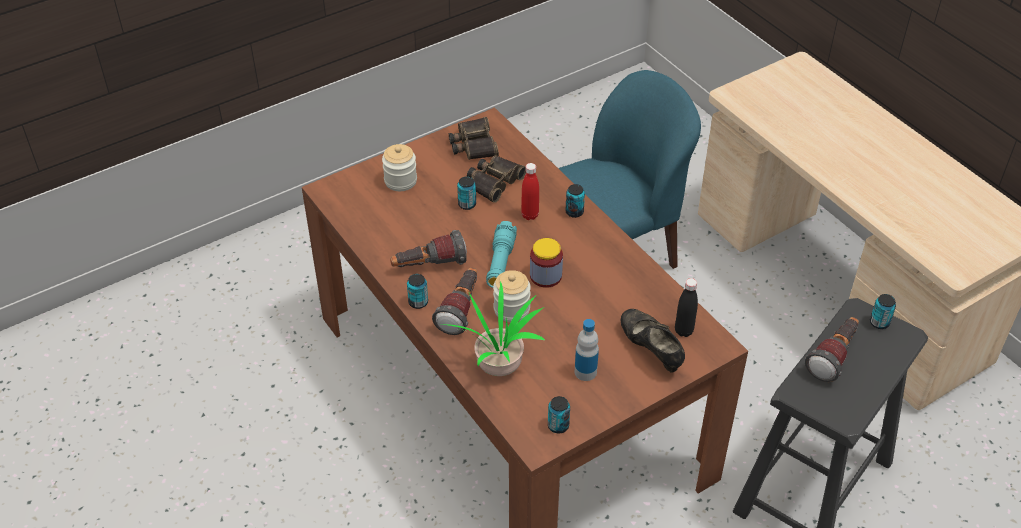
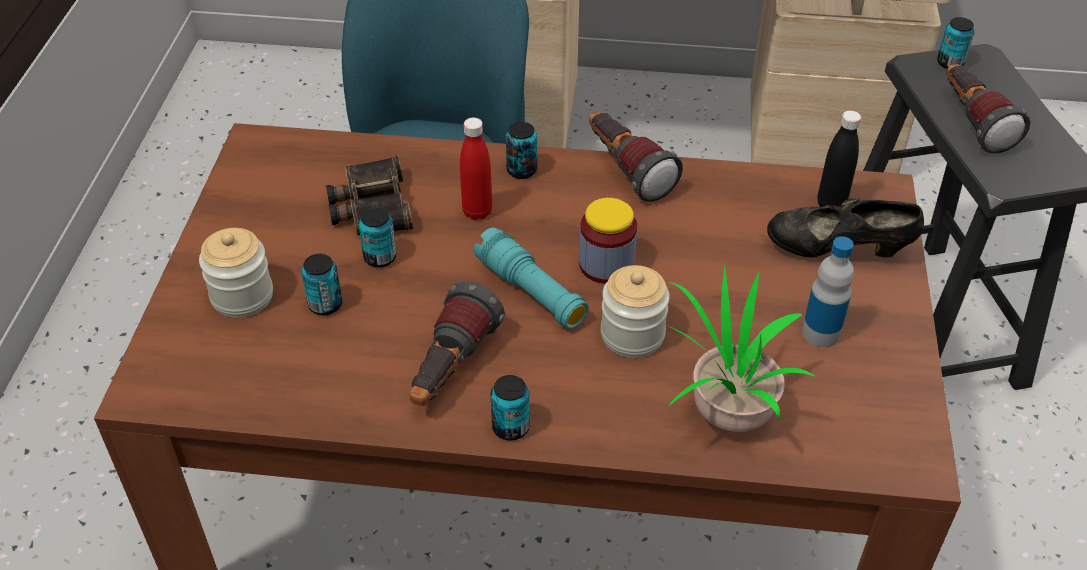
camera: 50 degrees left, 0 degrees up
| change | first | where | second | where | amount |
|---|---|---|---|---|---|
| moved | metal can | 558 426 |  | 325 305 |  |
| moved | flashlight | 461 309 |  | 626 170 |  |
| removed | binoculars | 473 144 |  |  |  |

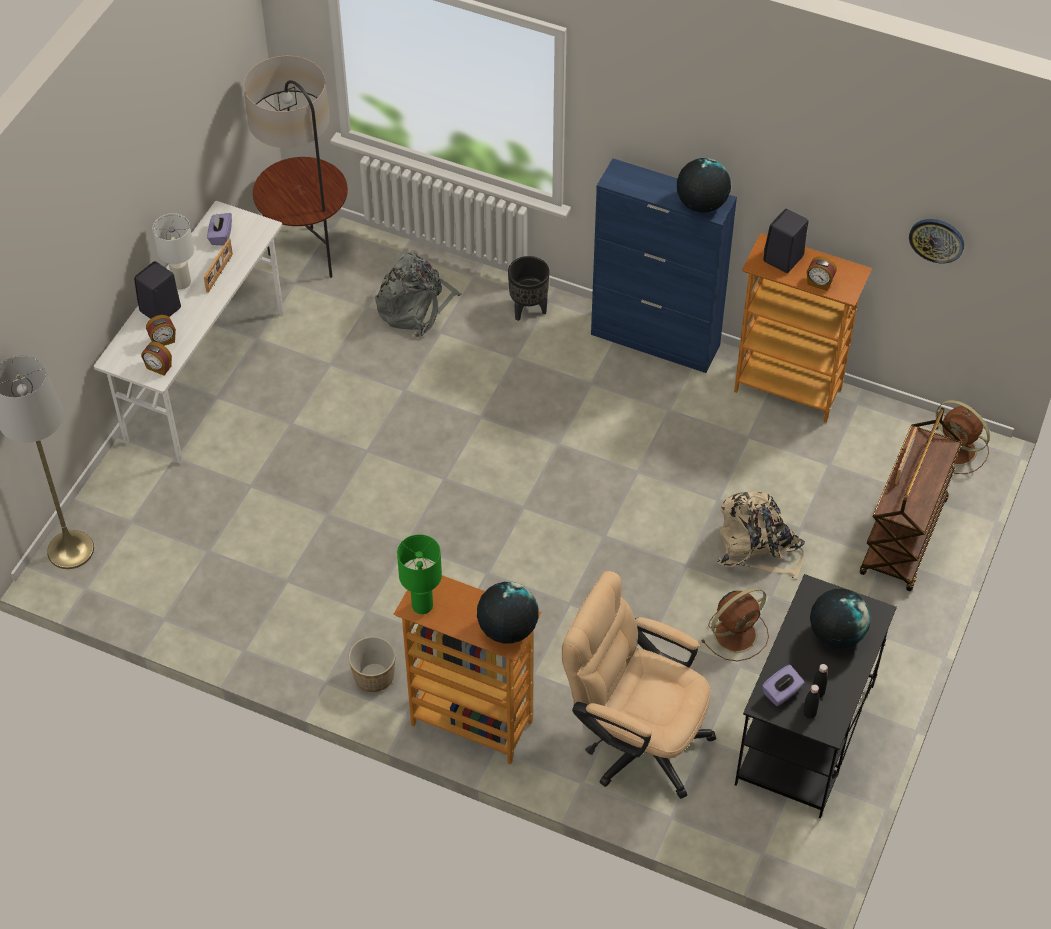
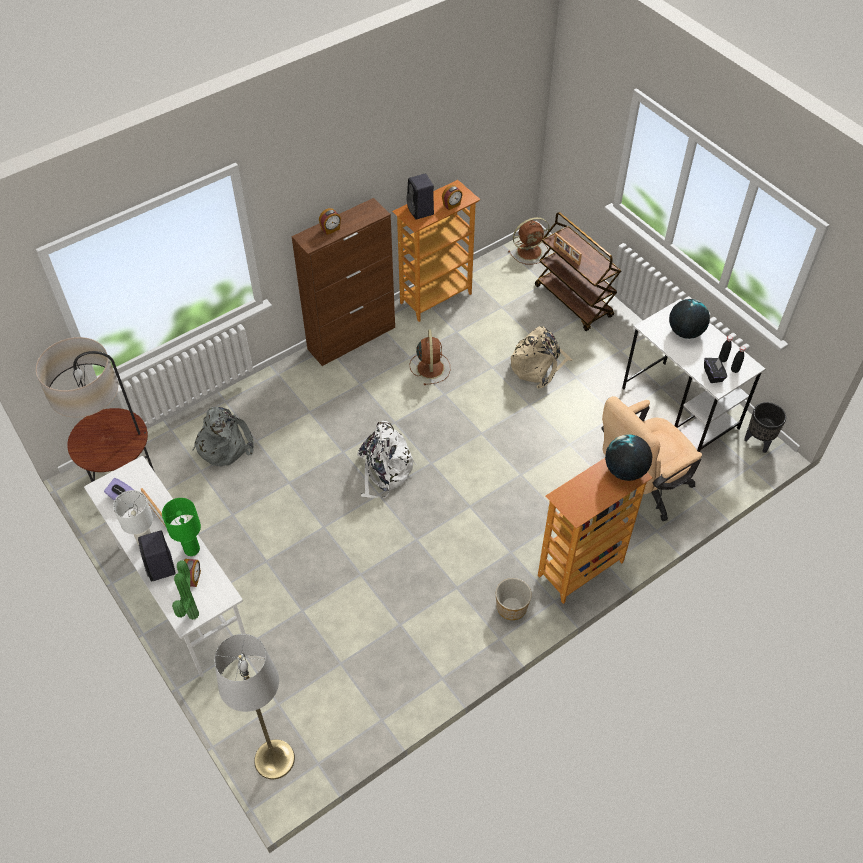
camera: 60 degrees left, 0 degrees up
| change | first | where | second | where | amount |
|---|---|---|---|---|---|
| moved | table lamp in greenish | 421 605 |  | 191 550 |  |
| added |  |  | potted plant | 191 614 |  |
| recoloured | storage cabinet in bluish | 656 340 | storage cabinet in brown-coloured | 352 338 |  |
| moved | bedside clock | 158 368 |  | 331 229 |  |
| added |  |  | knapsack in white-coloured | 384 471 |  |
| moved | cooling fan in brown-coloured | 737 633 |  | 430 367 |  |
| recoloured | desk in black-coloured | 805 735 | desk in white-coloured | 680 408 |  |
| recoloured | tissue box in purplish | 781 693 | tissue box in black-coloured | 713 375 |  |
| moved | plant pot in black-coloured | 528 309 |  | 758 441 |  |
| removed | desk globe | 701 204 |  |  |  |
| removed | wall clock | 937 239 |  |  |  |

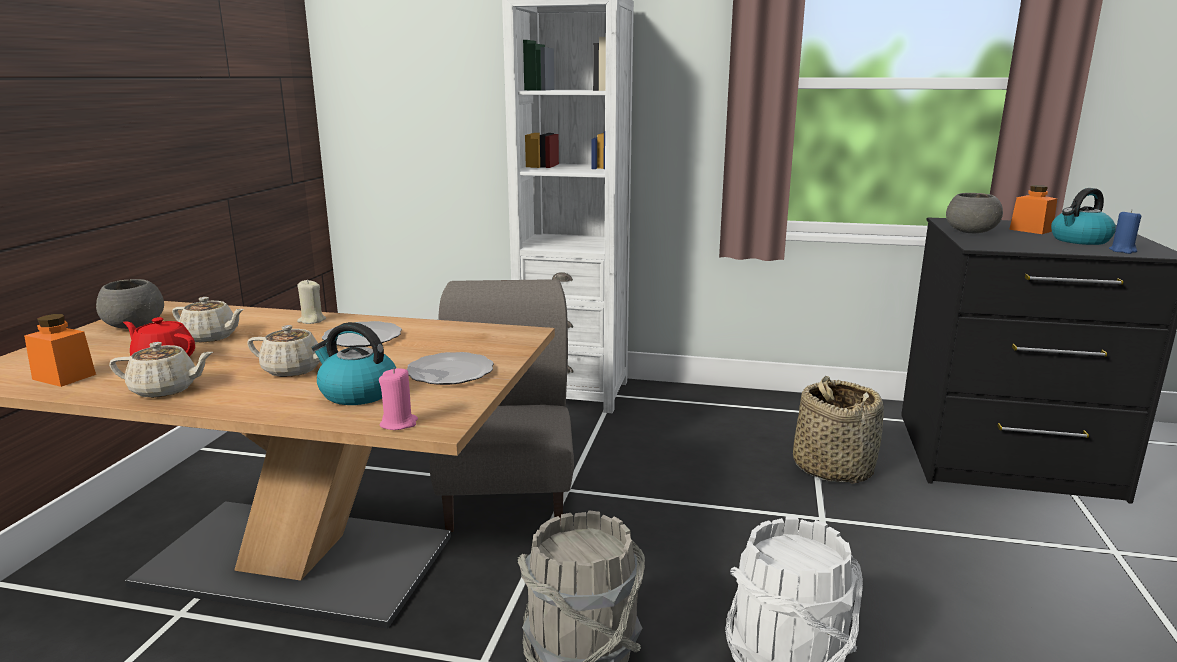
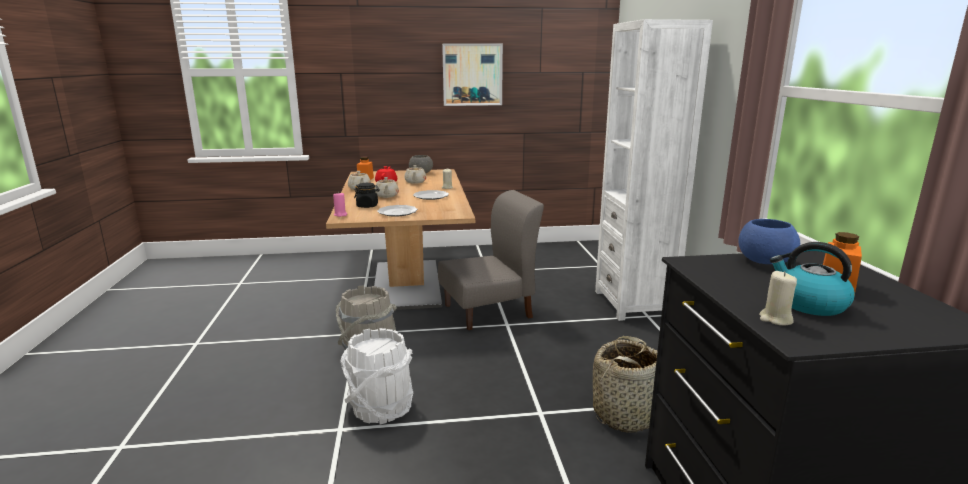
camera: 70 degrees right, 0 degrees up
| change | first | where | second | where | amount |
|---|---|---|---|---|---|
| replaced | kettle | 357 393 | storage jar in black-coloured | 367 206 |  |
| added |  |  | wall art | 472 74 |  |
| recoloured | bowl in greyish | 969 232 | bowl in bluish | 764 261 |  |
| recoloured | wax light in bluish | 1122 251 | wax light in beige | 775 319 |  |

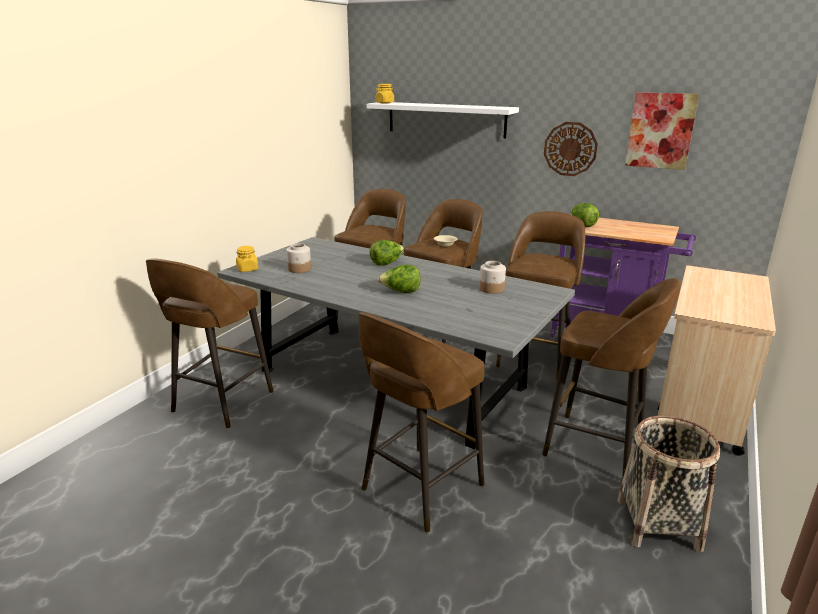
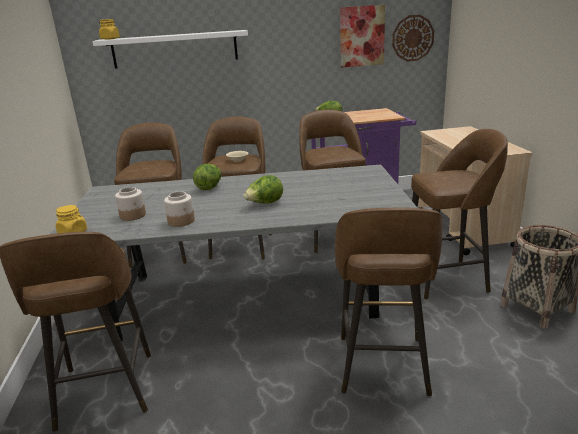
camera: 35 degrees left, 0 degrees up
| change | first | where | second | where | amount |
|---|---|---|---|---|---|
| moved | storage jar | 492 289 |  | 181 221 |  |
| moved | wall clock | 570 149 |  | 412 38 |  |

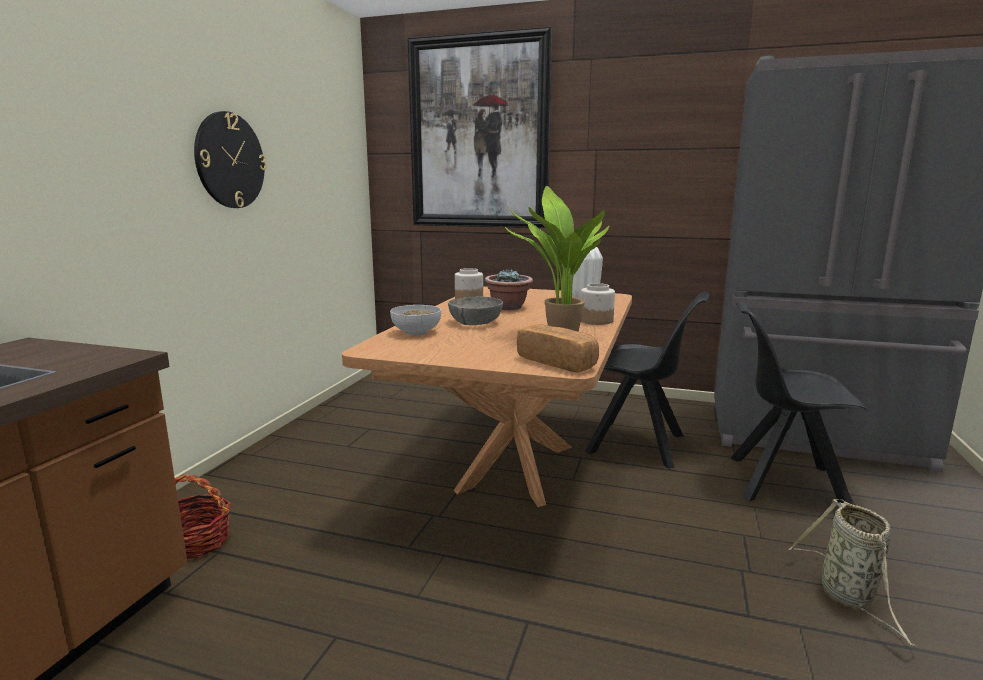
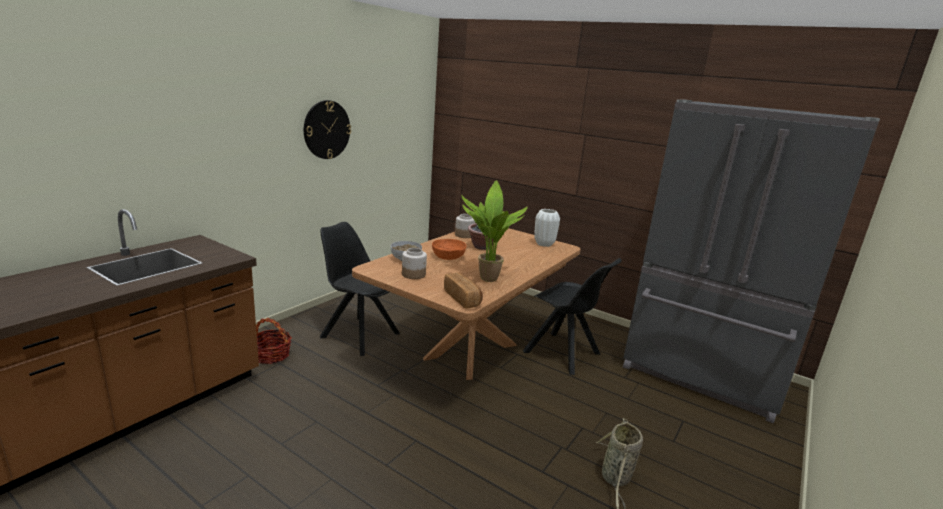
camera: 15 degrees right, 5 degrees up
| change | first | where | second | where | amount |
|---|---|---|---|---|---|
| moved | plain chair in black-coloured | 782 483 |  | 358 334 |  |
| moved | storage jar | 596 321 |  | 414 274 |  |
| recoloured | bowl in greyish | 475 322 | bowl in orangey | 448 257 |  |
| removed | wall art | 479 134 |  |  |  |

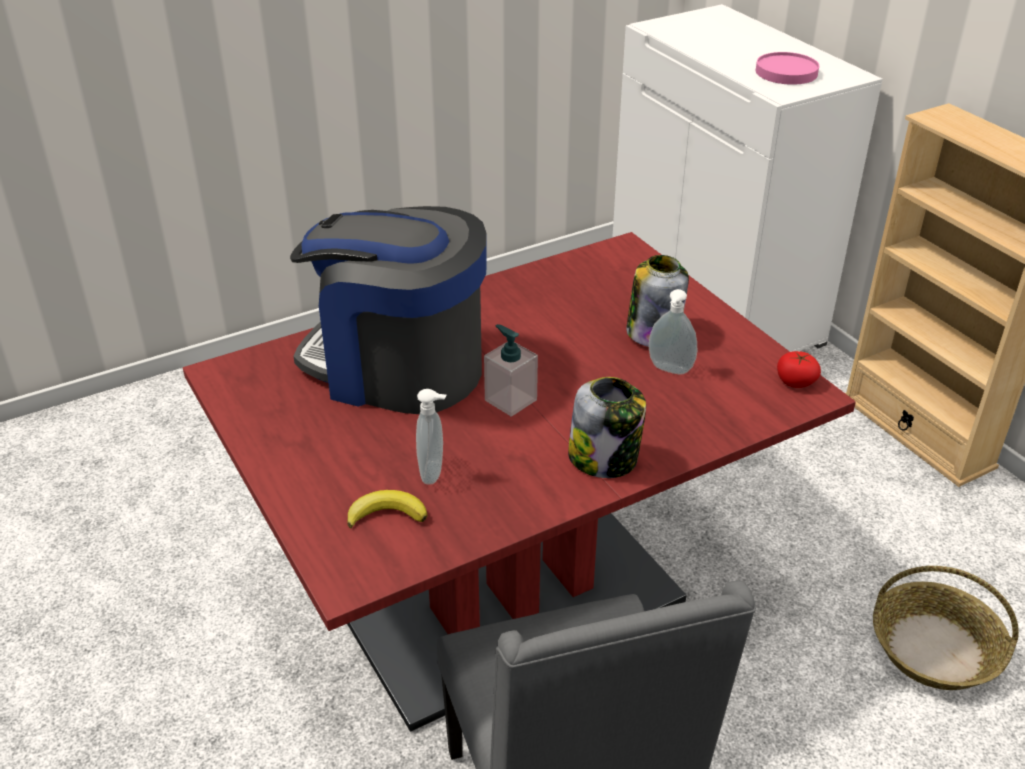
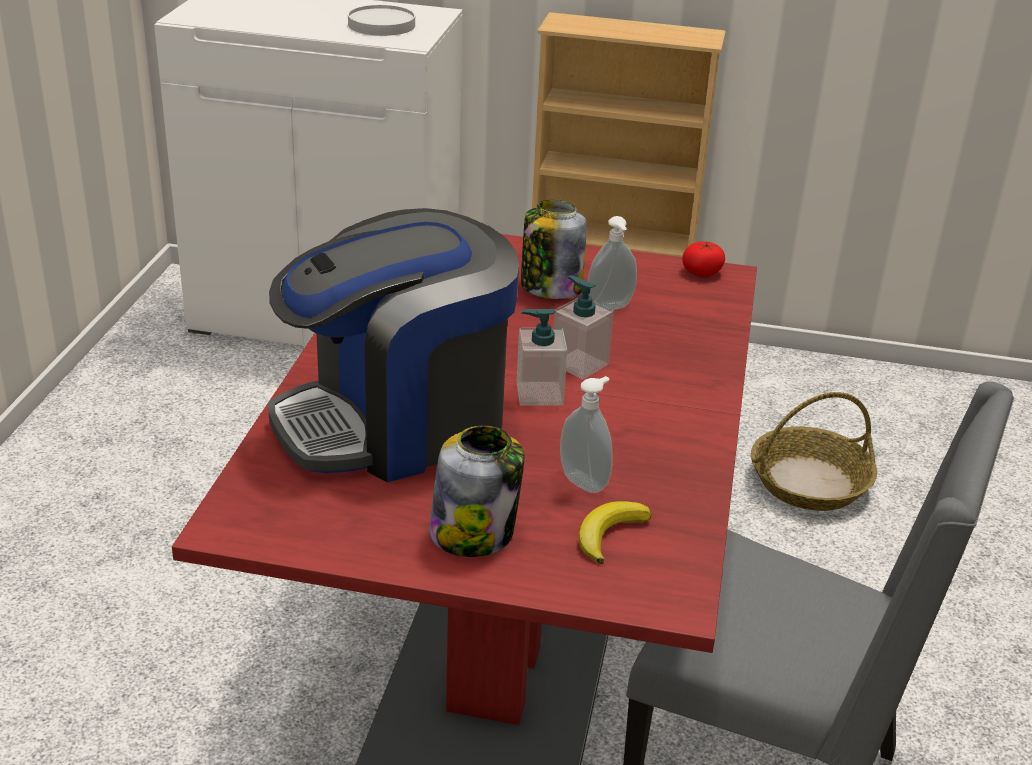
camera: 50 degrees left, 5 degrees down
| change | first | where | second | where | amount |
|---|---|---|---|---|---|
| recoloured | dinner plate in pink-coloured | 786 72 | dinner plate in white-coloured | 381 25 |  |
| moved | storage jar | 604 458 |  | 474 533 |  |
| added |  |  | soap dispenser | 579 364 |  |

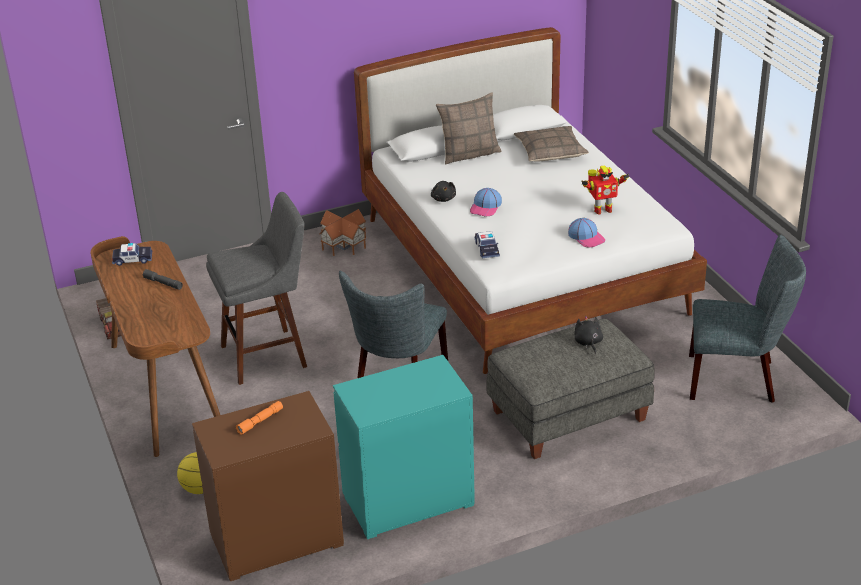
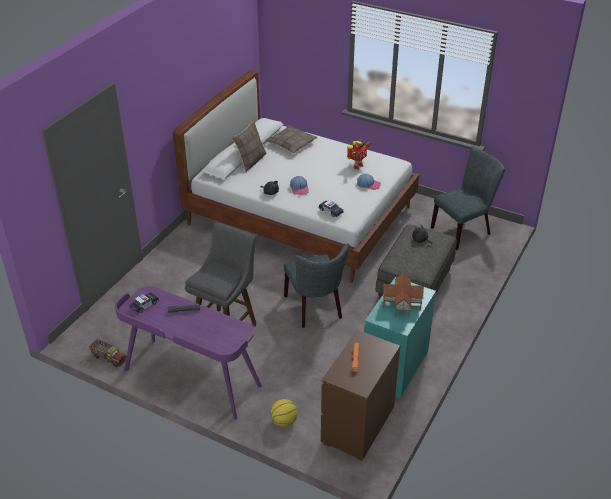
camera: 40 degrees left, 5 degrees up
| change | first | where | second | where | amount |
|---|---|---|---|---|---|
| recoloured | desk in brown-coloured | 164 389 | desk in purplish | 191 378 |  |
| moved | model house | 344 243 |  | 401 303 |  |

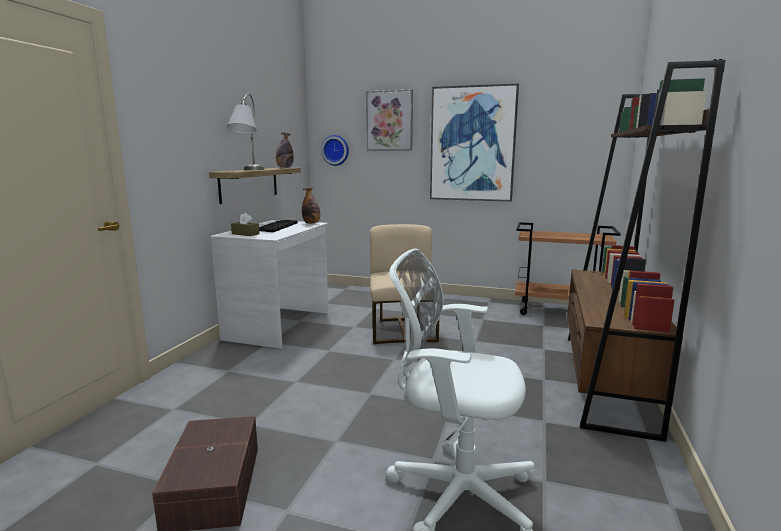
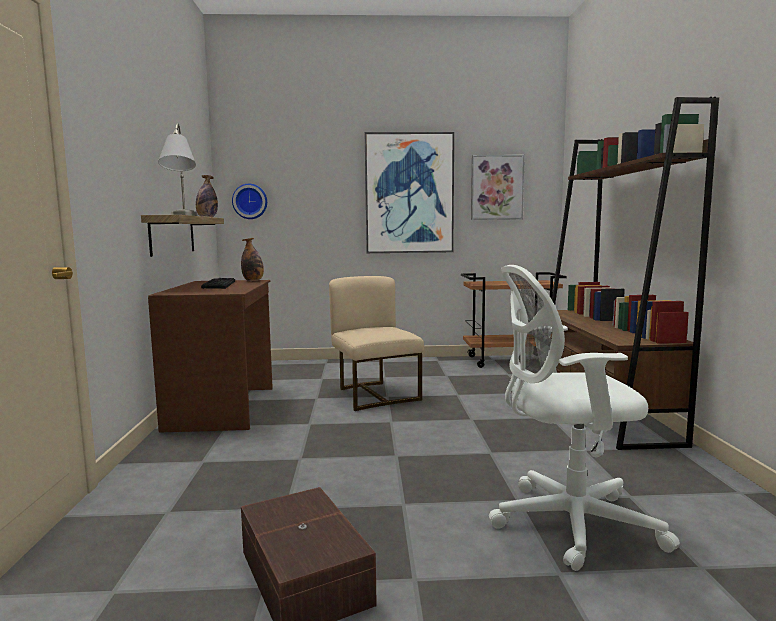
camera: 20 degrees left, 5 degrees down
| change | first | where | second | where | amount |
|---|---|---|---|---|---|
| recoloured | desk in white-coloured | 279 325 | desk in brown-coloured | 223 408 |  |
| moved | wall art | 389 121 |  | 497 187 |  |
| removed | tissue box in brown-coloured | 245 234 |  |  |  |

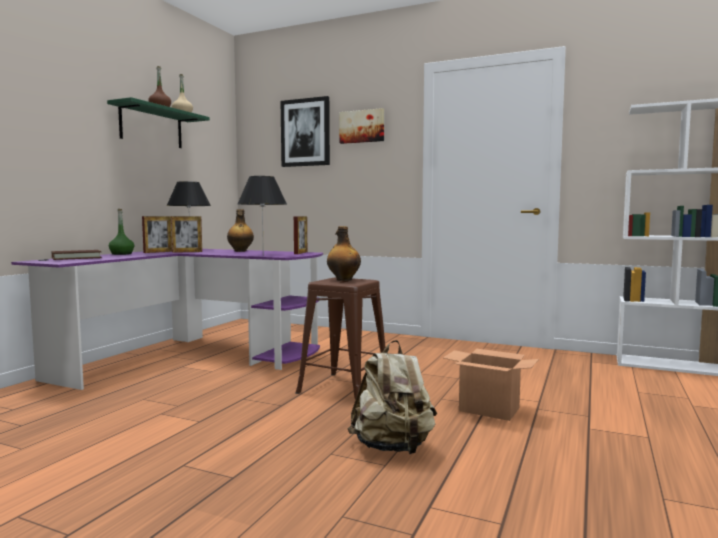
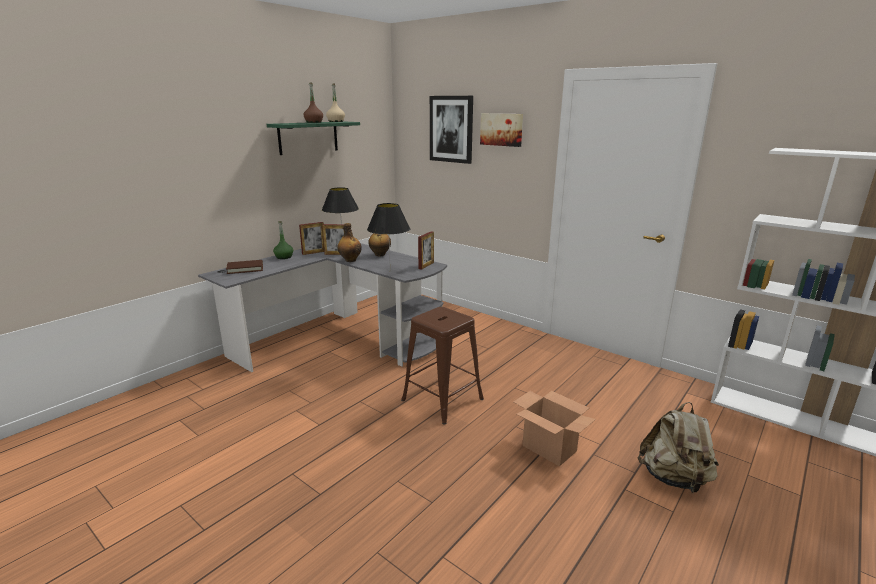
camera: 15 degrees right, 15 degrees up
| change | first | where | second | where | amount |
|---|---|---|---|---|---|
| recoloured | desk in purplish | 192 357 | desk in greyish | 341 339 |  |
| moved | bottle | 343 279 |  | 350 260 |  |
| moved | knapsack in beige | 393 448 |  | 674 478 |  |

